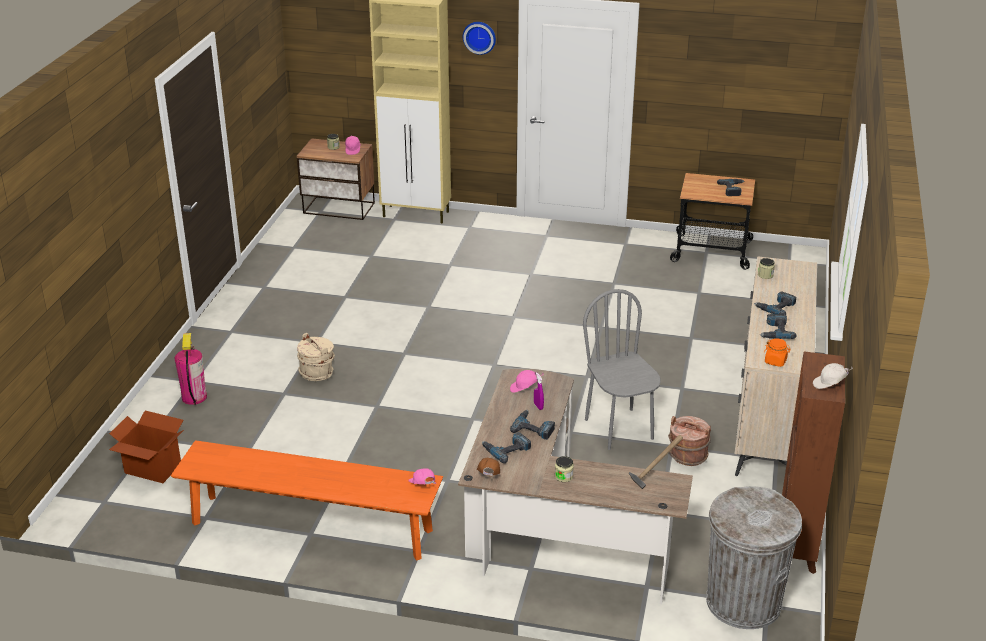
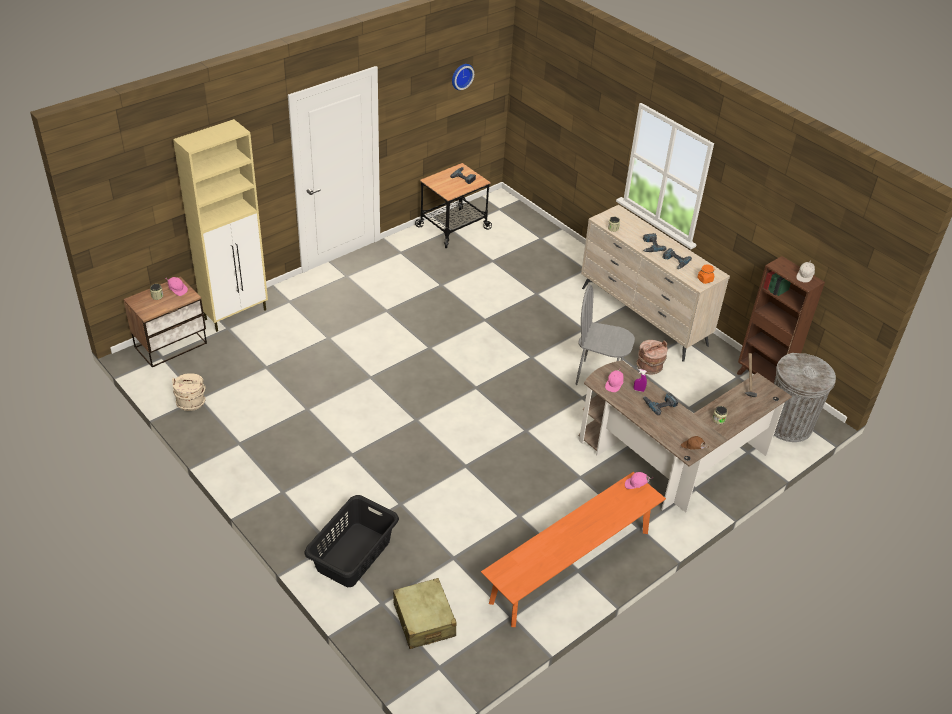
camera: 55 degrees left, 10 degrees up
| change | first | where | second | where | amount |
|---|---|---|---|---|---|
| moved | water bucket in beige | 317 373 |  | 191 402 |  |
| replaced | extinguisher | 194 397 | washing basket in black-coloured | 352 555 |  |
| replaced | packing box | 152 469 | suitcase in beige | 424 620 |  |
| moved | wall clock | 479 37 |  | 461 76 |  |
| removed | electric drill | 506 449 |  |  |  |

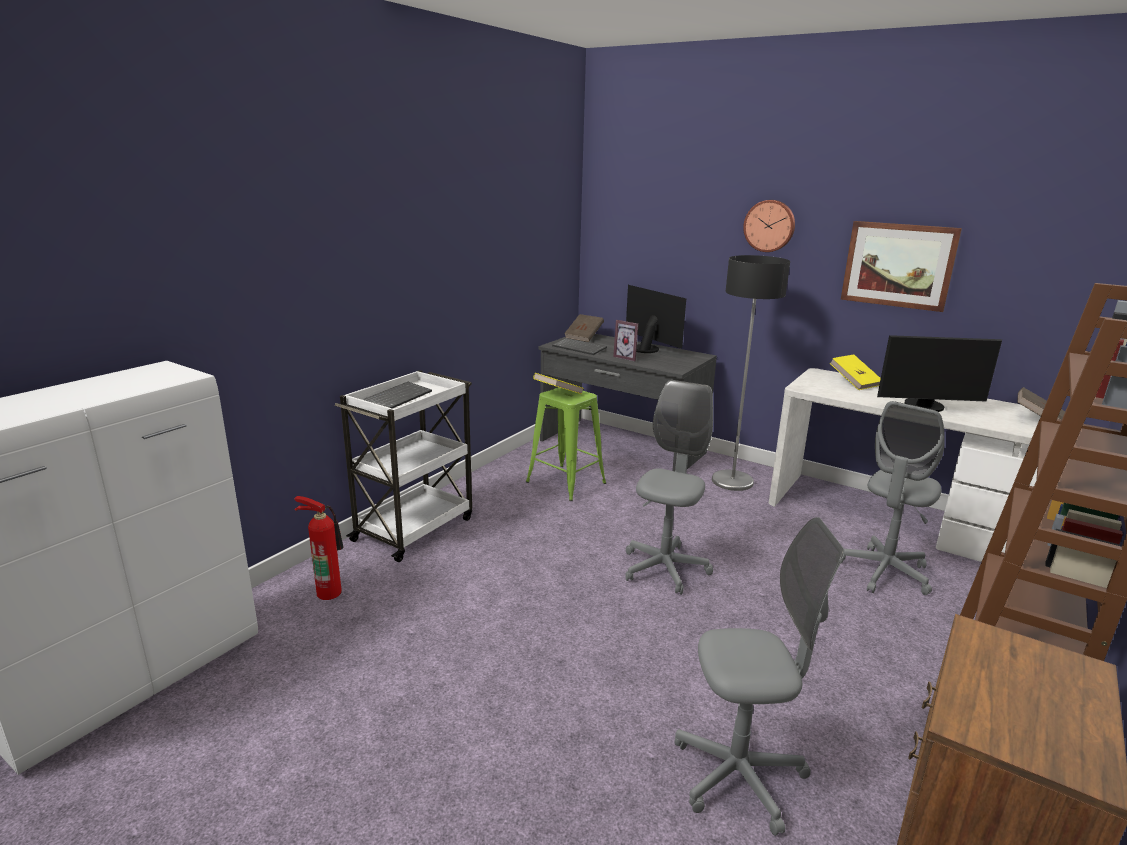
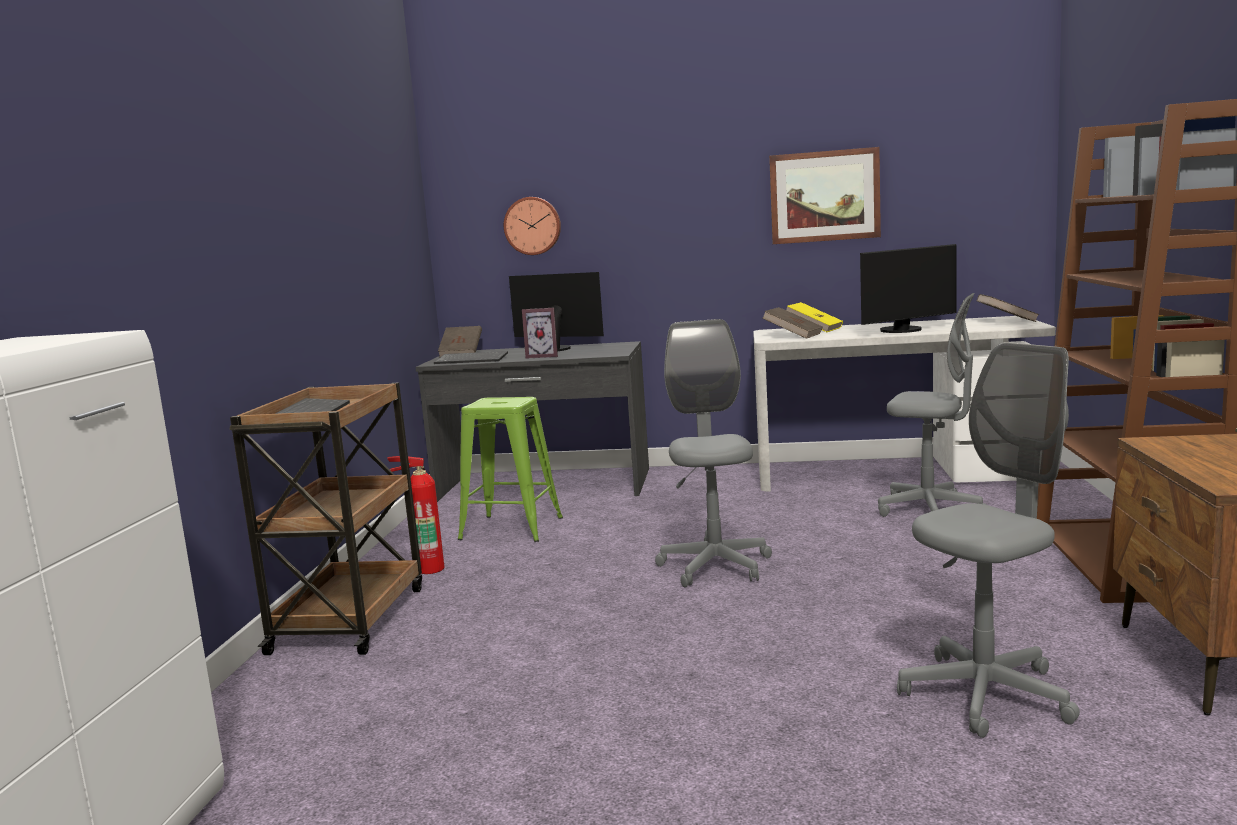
camera: 25 degrees left, 10 degrees down
| change | first | where | second | where | amount |
|---|---|---|---|---|---|
| recoloured | trolley in white-coloured | 415 528 | trolley in brown-coloured | 350 618 |  |
| moved | extinguisher | 329 591 |  | 428 568 |  |
| moved | wall clock | 769 225 |  | 533 226 |  |
| added |  |  | bound book in brown-coloured | 793 336 |  |
| turned | computer chair in greyish | 884 572 |  | 930 510 | 75 degrees counterclockwise |
| removed | bound book in yellowish | 558 394 |  |  |  |
| removed | standing lamp | 732 481 |  |  |  |

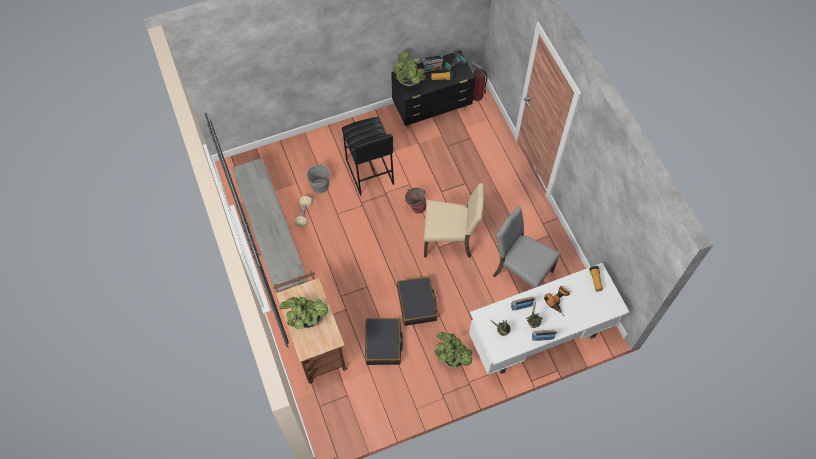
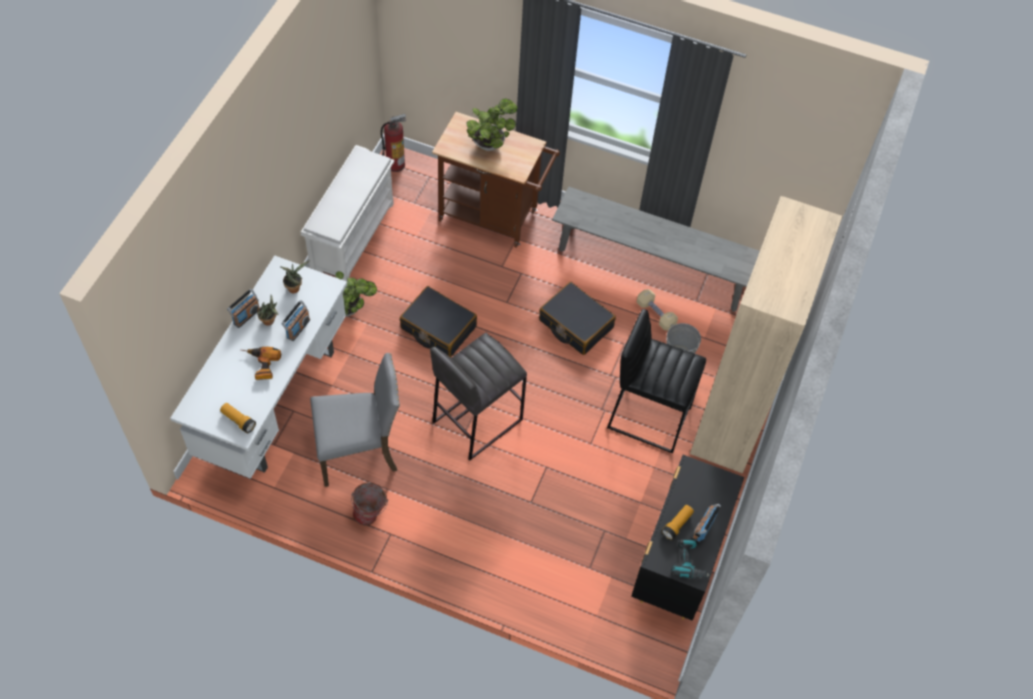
camera: 130 degrees right, 5 degrees down
| change | first | where | second | where | amount |
|---|---|---|---|---|---|
| added |  |  | shoe shelf in white-coloured | 352 236 |  |
| moved | water bucket | 415 206 |  | 371 514 |  |
| moved | extinguisher | 476 95 |  | 395 164 |  |
| replaced | plain chair in beige | 449 240 | stool seat in greyish | 476 420 |  |
| moved | suitcase in black-coloured | 383 344 |  | 575 324 |  |
| added |  |  | bookcase in beige | 733 414 |  |
| removed | potted plant | 409 83 |  |  |  |

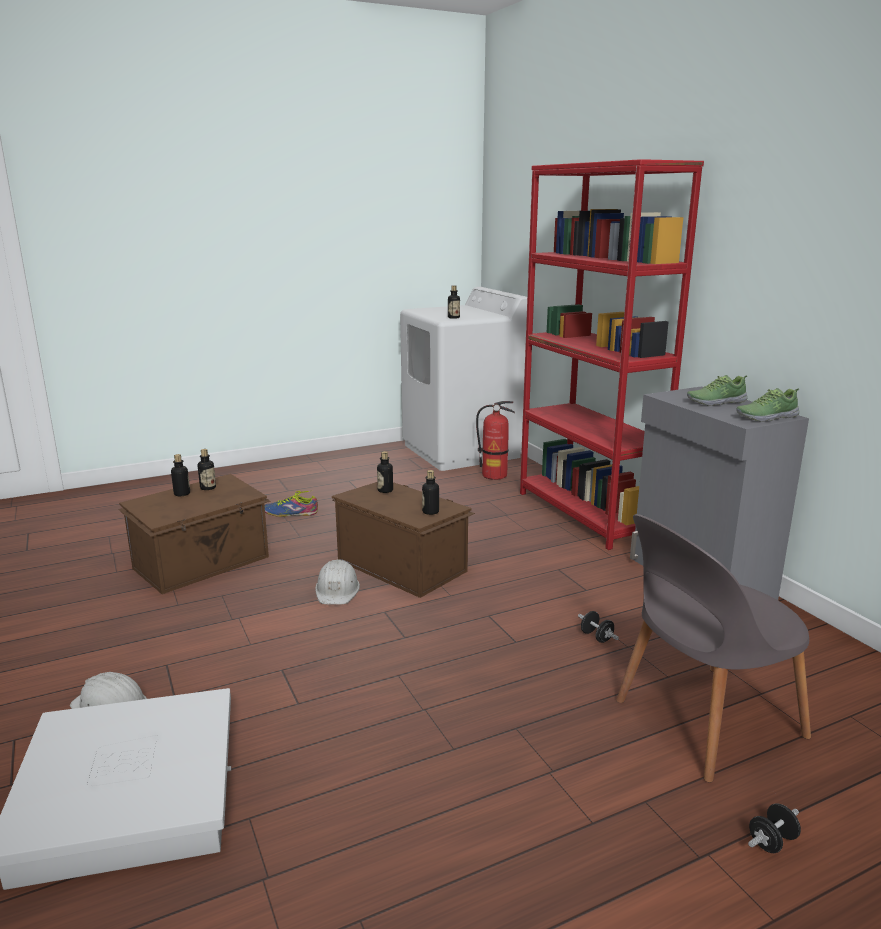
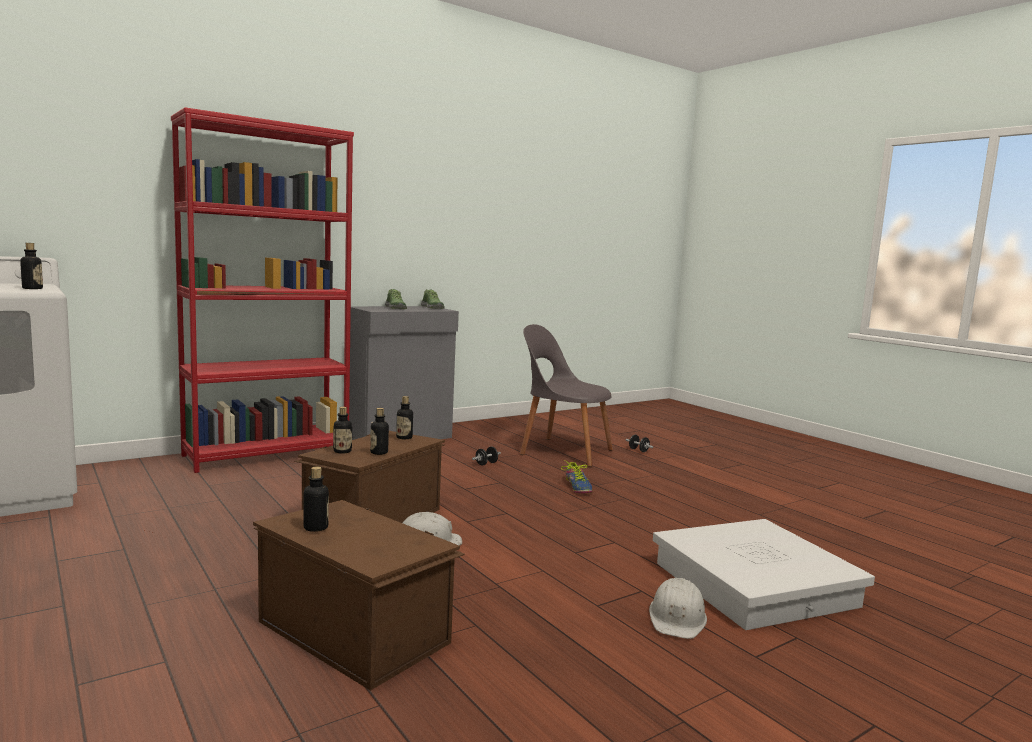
camera: 100 degrees left, 10 degrees down
| change | first | where | second | where | amount |
|---|---|---|---|---|---|
| moved | bottle | 182 494 |  | 379 452 |  |
| turned | plain chair in greyish | 703 721 |  | 563 451 | 150 degrees clockwise |
| moved | low shoe | 291 513 |  | 578 487 |  |
| removed | extinguisher | 494 475 |  |  |  |

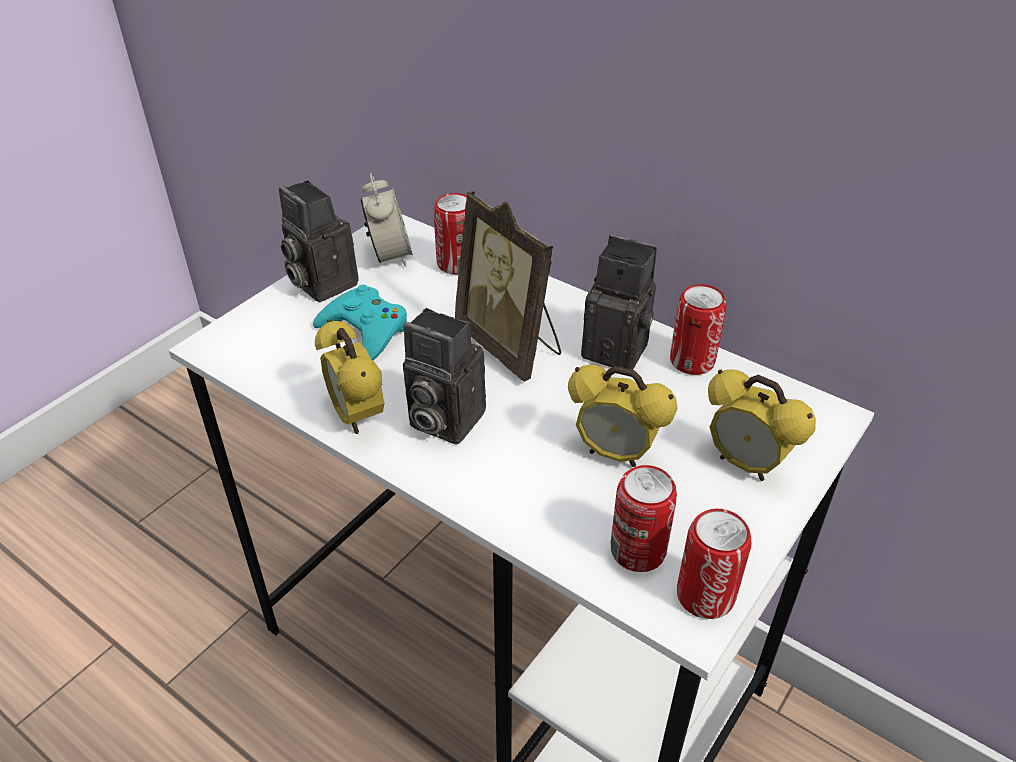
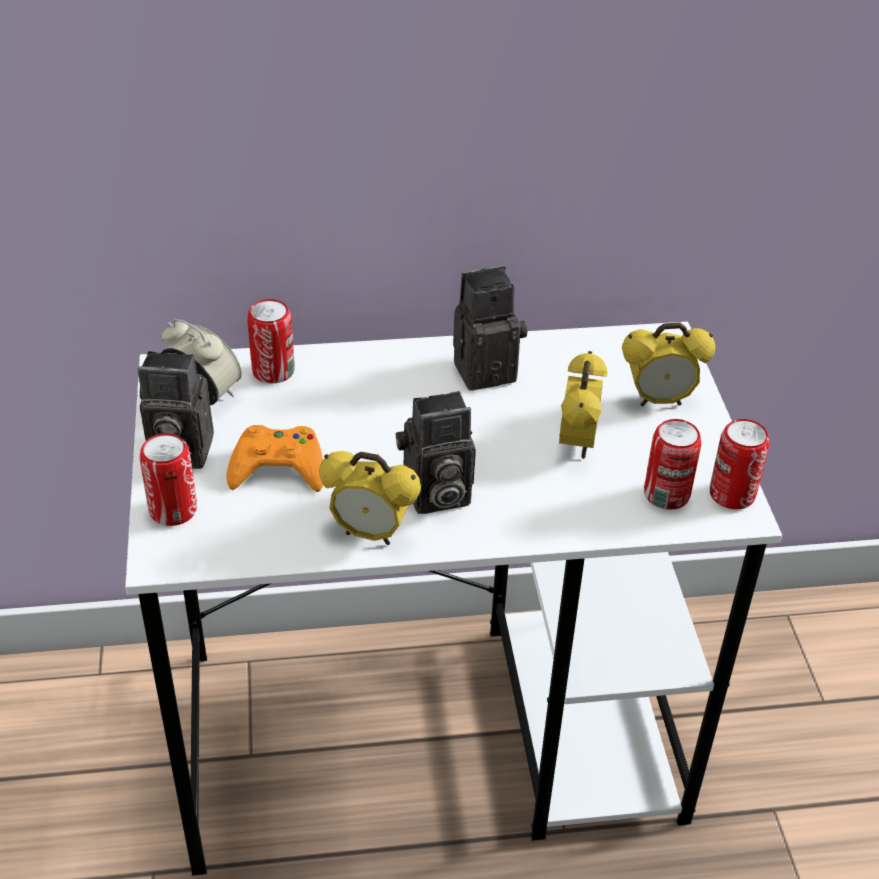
camera: 45 degrees left, 0 degrees up
| change | first | where | second | where | amount |
|---|---|---|---|---|---|
| moved | metal can | 692 361 |  | 173 510 |  |
| recoloured | game controller in turquoise | 365 331 | game controller in orangey | 278 467 |  |
| turned | bedside clock | 615 454 |  | 577 444 | 60 degrees counterclockwise |
| removed | standing frame | 511 345 |  |  |  |

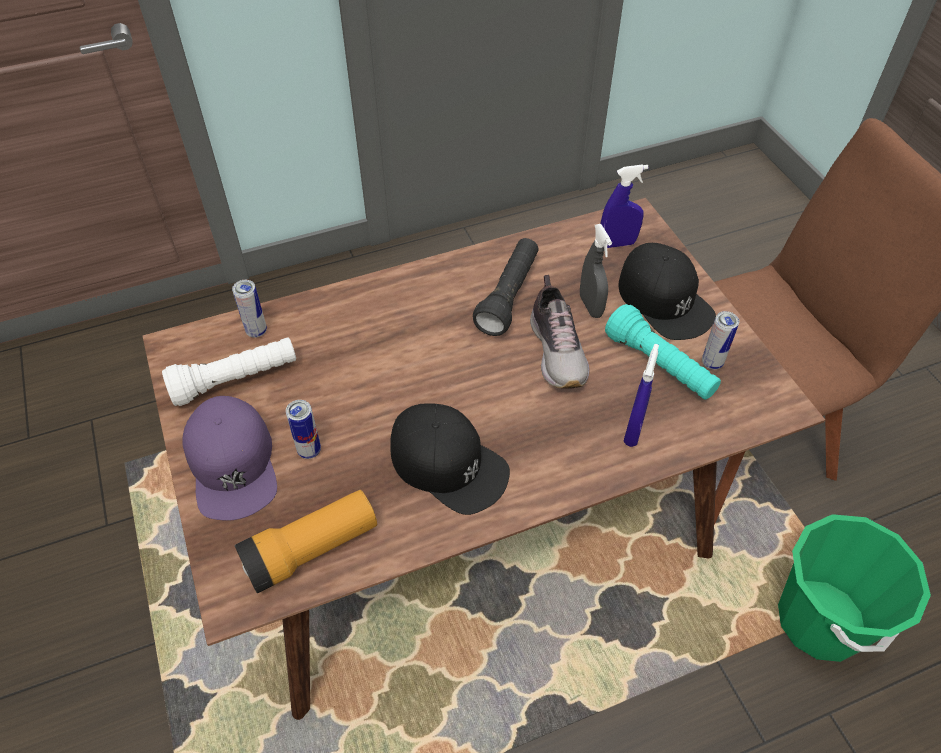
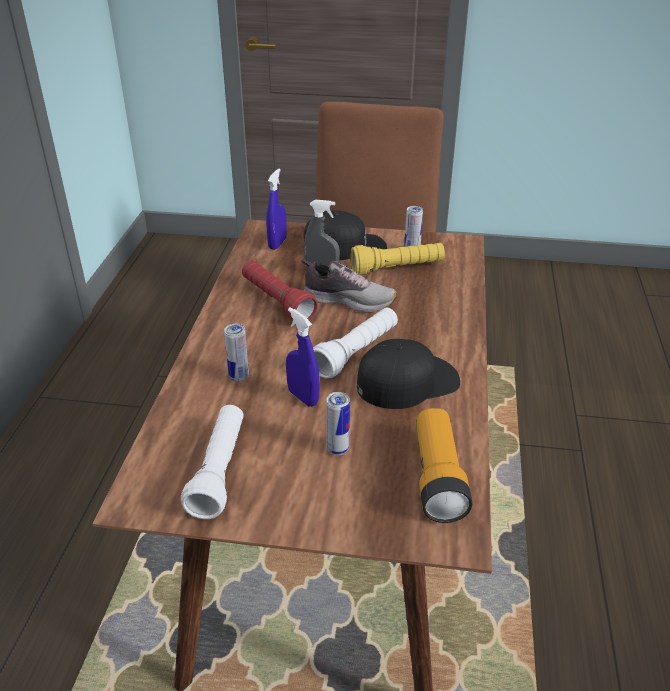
camera: 60 degrees left, 15 degrees down
| change | first | where | second | where | amount |
|---|---|---|---|---|---|
| moved | metal can | 256 331 |  | 239 377 |  |
| recoloured | flashlight in black-coloured | 508 296 | flashlight in red | 277 302 |  |
| moved | hand sprayer in bluish | 633 431 |  | 303 397 |  |
| added |  |  | flashlight in white-coloured | 356 353 |  |
| recoloured | flashlight in turquoise | 659 365 | flashlight in yellowish | 397 269 |  |
| removed | baseball cap in purplish | 233 464 |  |  |  |
| removed | water bucket in greenish | 821 620 |  |  |  |

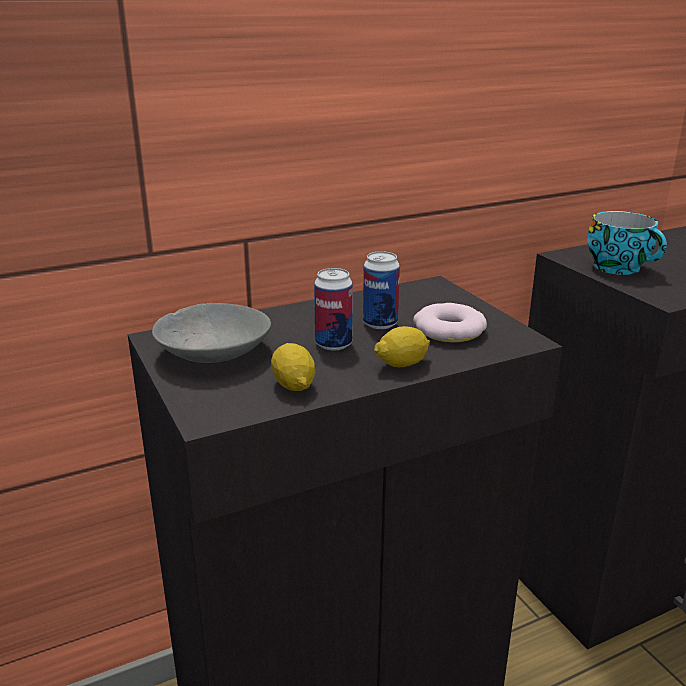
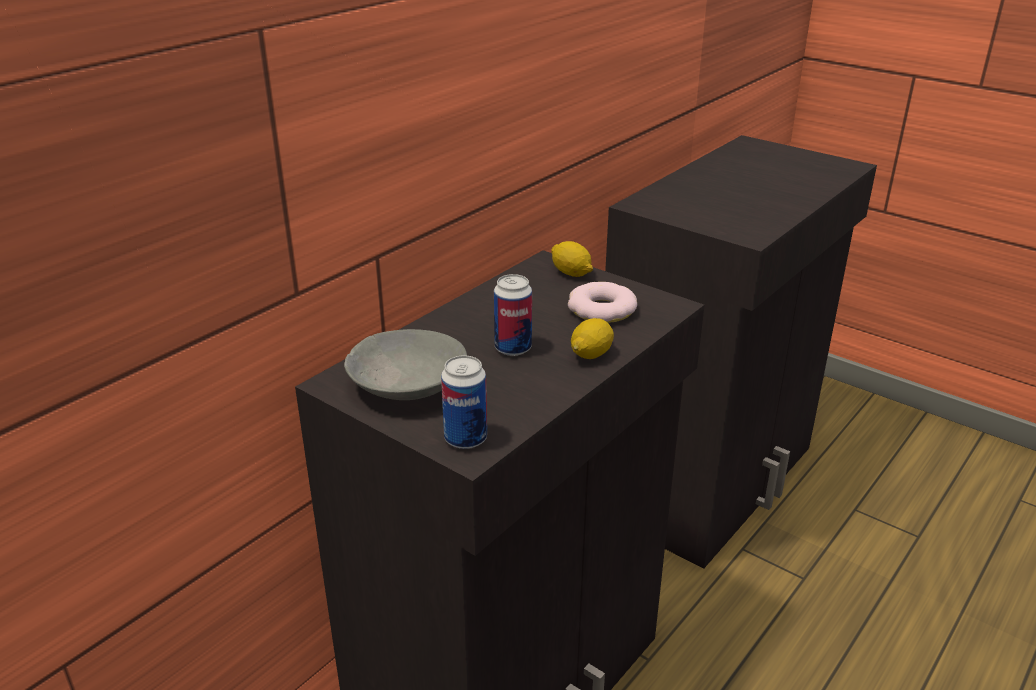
camera: 25 degrees left, 5 degrees up
| change | first | where | second | where | amount |
|---|---|---|---|---|---|
| moved | metal can | 380 323 |  | 465 439 |  |
| moved | citrus fruit | 294 384 |  | 571 273 |  |
| removed | small cup | 620 268 |  |  |  |

